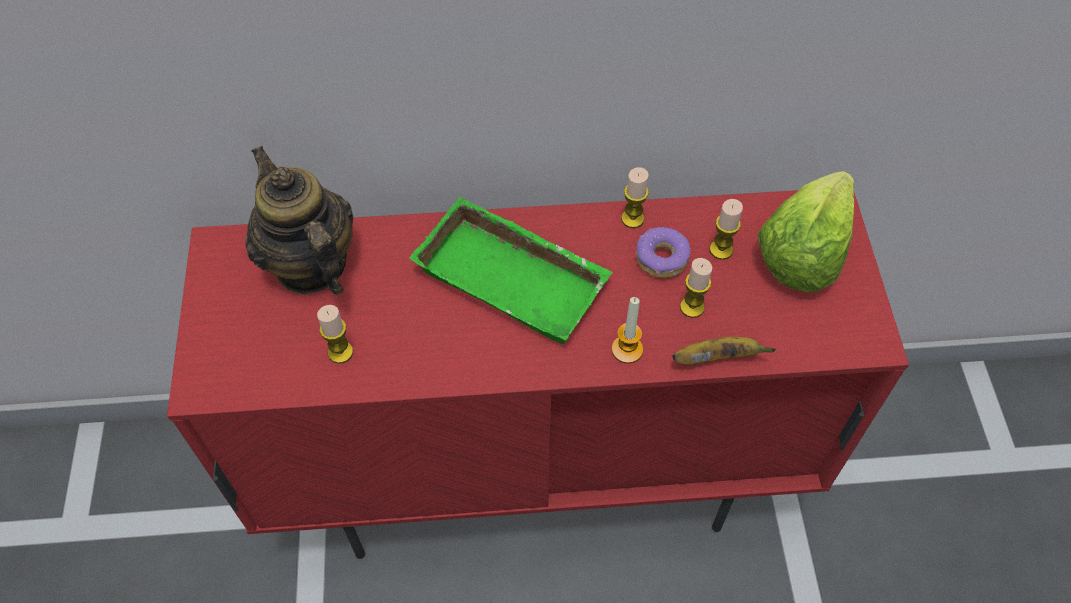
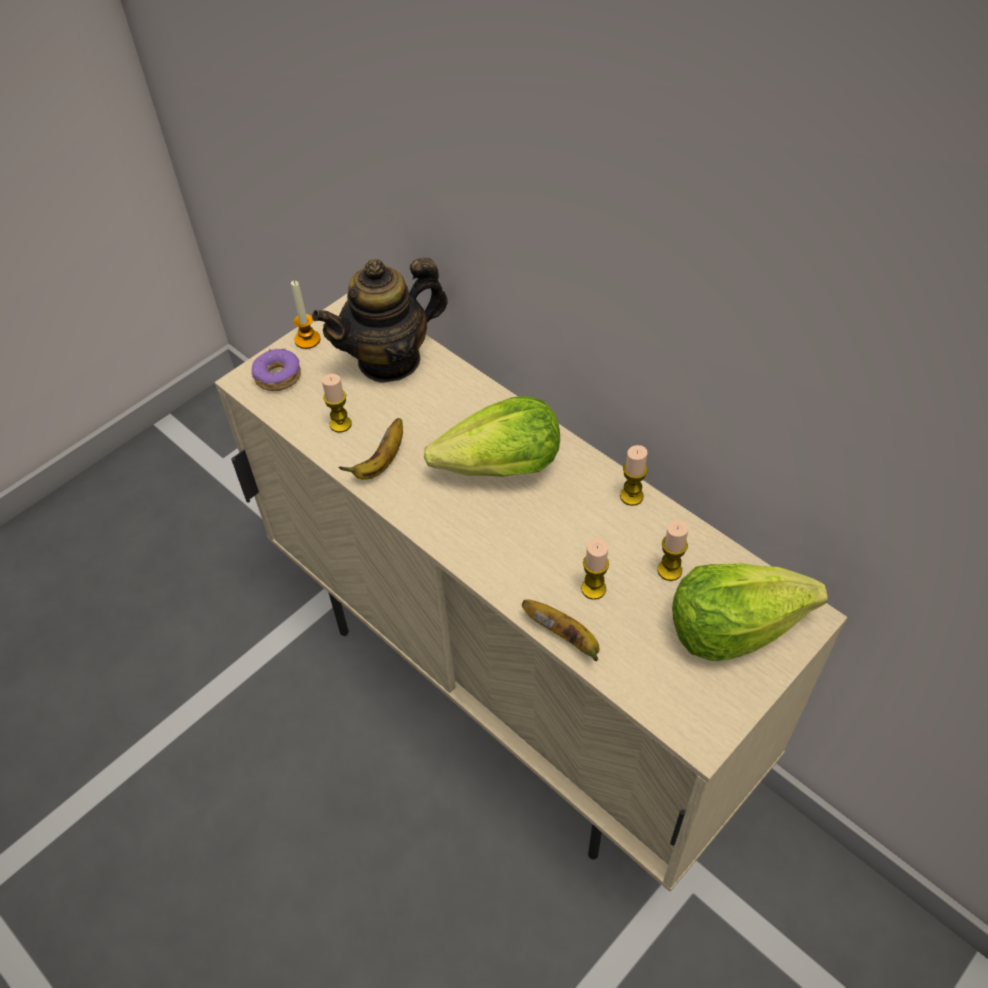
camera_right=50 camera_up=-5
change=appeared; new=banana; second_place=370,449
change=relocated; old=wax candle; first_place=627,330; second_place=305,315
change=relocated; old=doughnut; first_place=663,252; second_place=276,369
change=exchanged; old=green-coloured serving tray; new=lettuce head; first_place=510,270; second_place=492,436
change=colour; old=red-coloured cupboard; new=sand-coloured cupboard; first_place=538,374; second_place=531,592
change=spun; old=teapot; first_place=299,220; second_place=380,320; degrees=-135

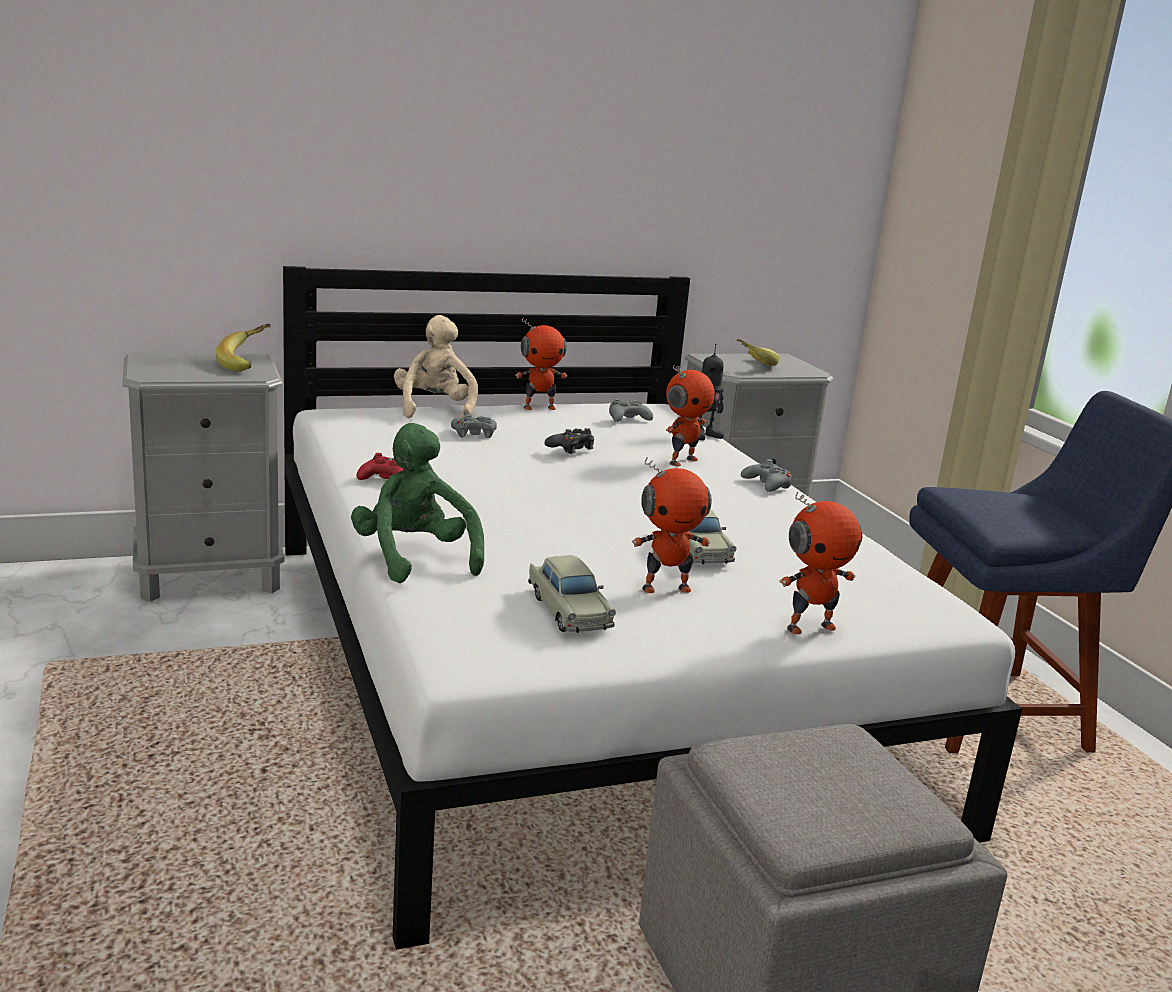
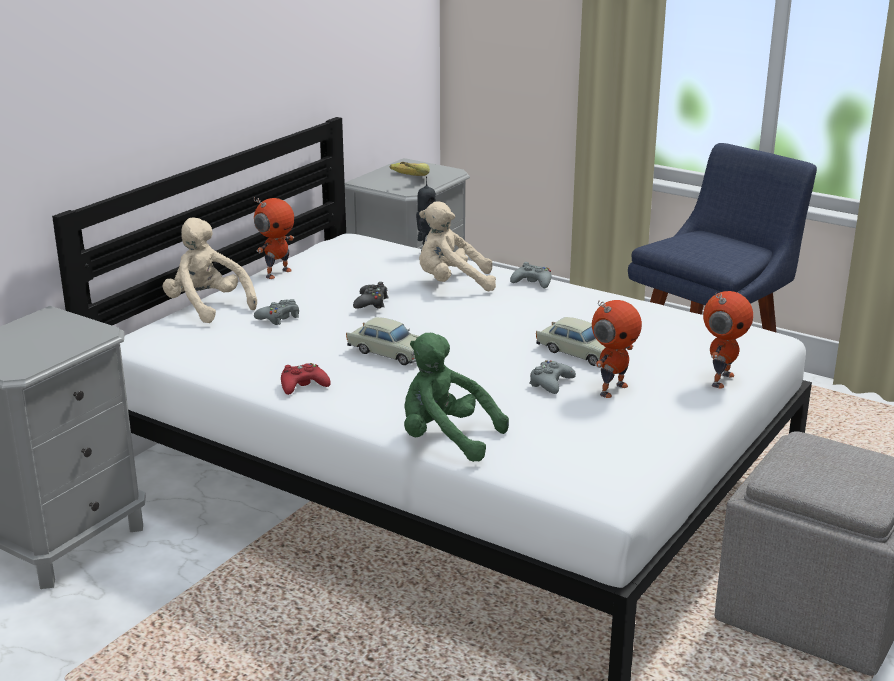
camera_right=-35 camera_up=5
change=missing; old=banana; first_place=243,348
change=relocated; old=sand-coloured model car; first_place=572,594; second_place=382,341
change=relocated; old=gray game controller; first_place=631,410; second_place=552,377
change=exchanged; old=robot figure; new=sand-coloured cuddly toy; first_place=690,415; second_place=457,246

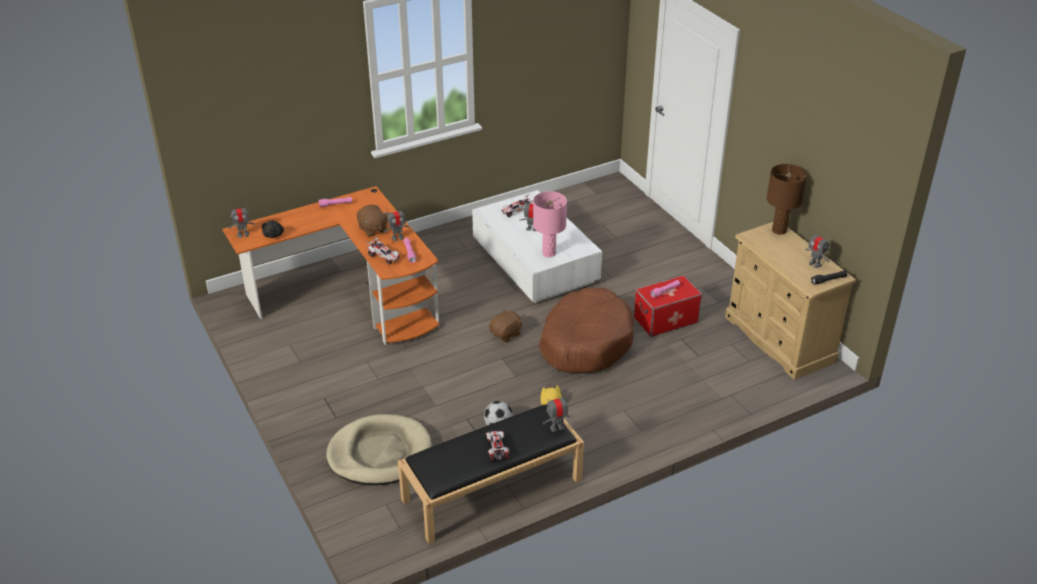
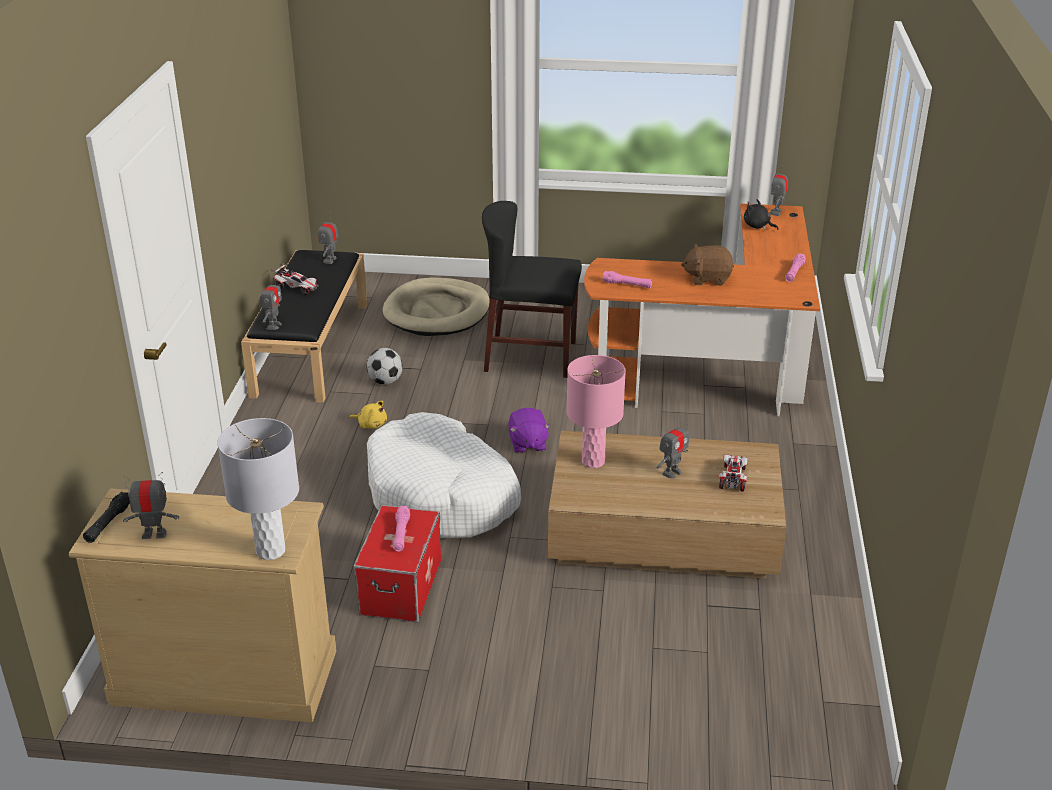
camera_right=125 camera_up=-5
change=missing; old=model car; first_place=383,250
change=appeared; new=blackish chair; second_place=532,289
change=relocated; old=robot figure; first_place=397,225; second_place=328,238
change=colour; old=white low table; new=brown low table; first_place=537,246; second_place=667,505
change=colour; old=brown cuddly toy; new=purple-coloured cuddly toy; first_place=505,326; second_place=529,430
change=colour; old=brown pet bed; new=white pet bed; first_place=586,330; second_place=444,475
change=colour; old=brown lamp for a table; new=gray lamp for a table; first_place=787,199; second_place=258,489

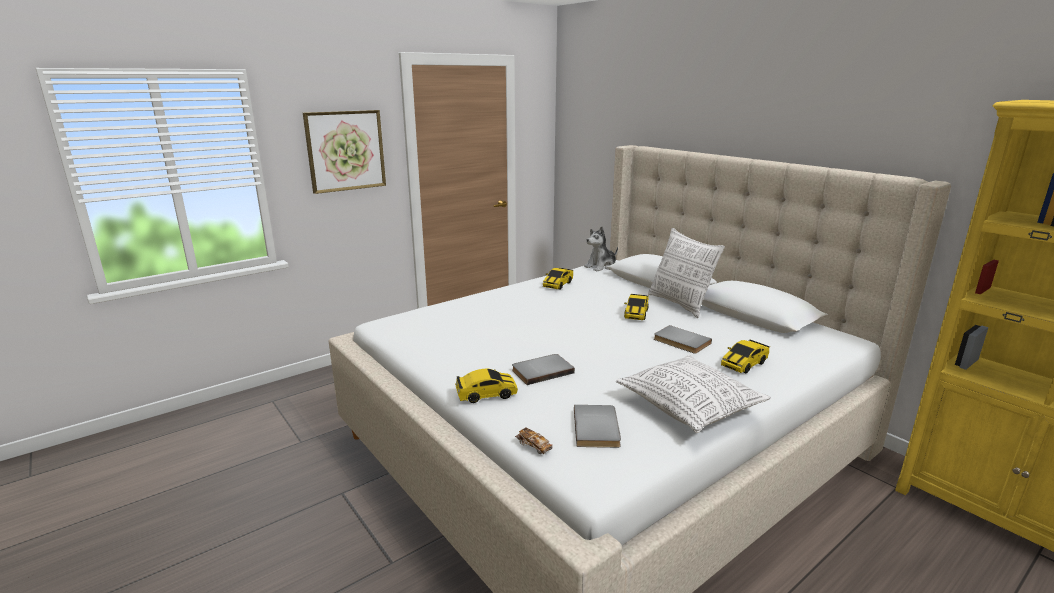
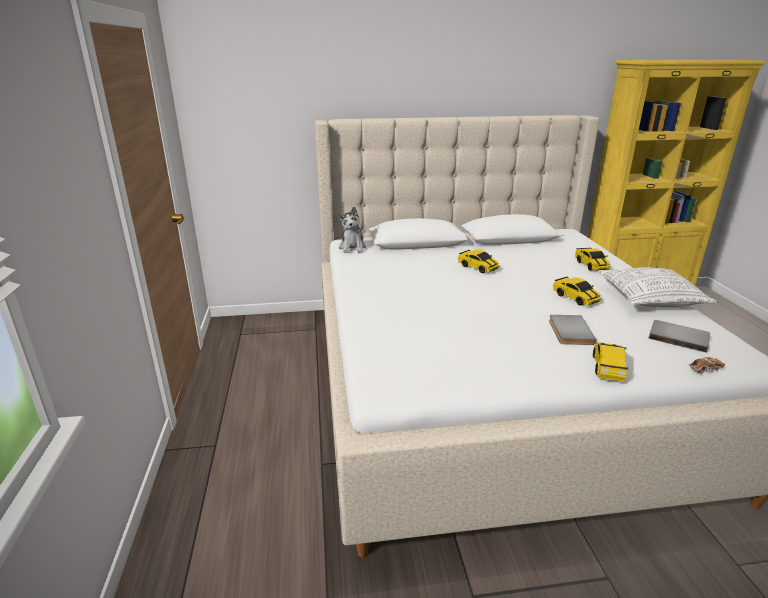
camera_right=-60 camera_up=5
change=missing; old=picture; first_place=344,152
change=missing; old=cushion; first_place=686,273
change=missing; old=gray bound book; first_place=683,339
change=relocated; old=model car; first_place=558,279; second_place=577,291

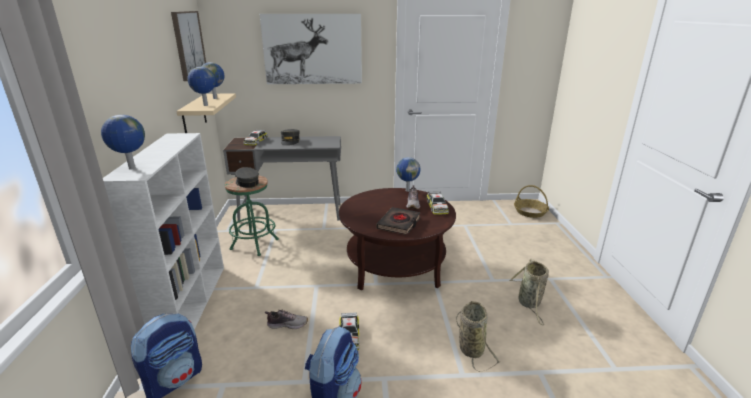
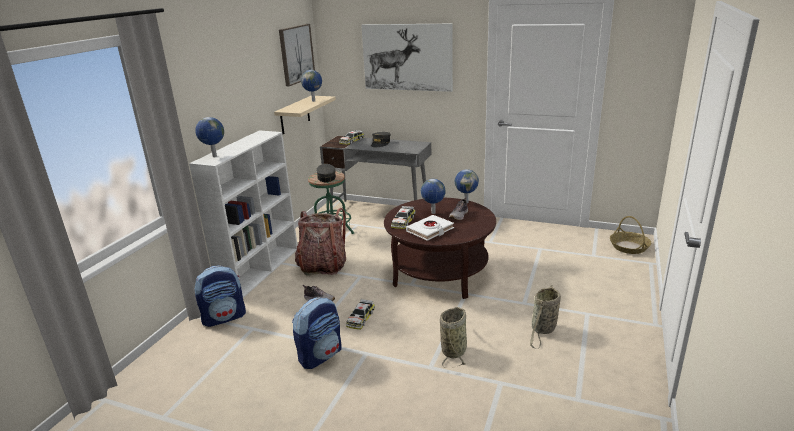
camera_right=25 camera_up=0
change=appeared; new=knapsack; second_place=320,242
change=relocated; old=desk globe; first_place=202,86; second_place=433,196
change=relocated; old=model car; first_place=437,203; second_place=403,217
change=colour; old=blackish bound book; new=white bound book; first_place=398,221; second_place=430,228

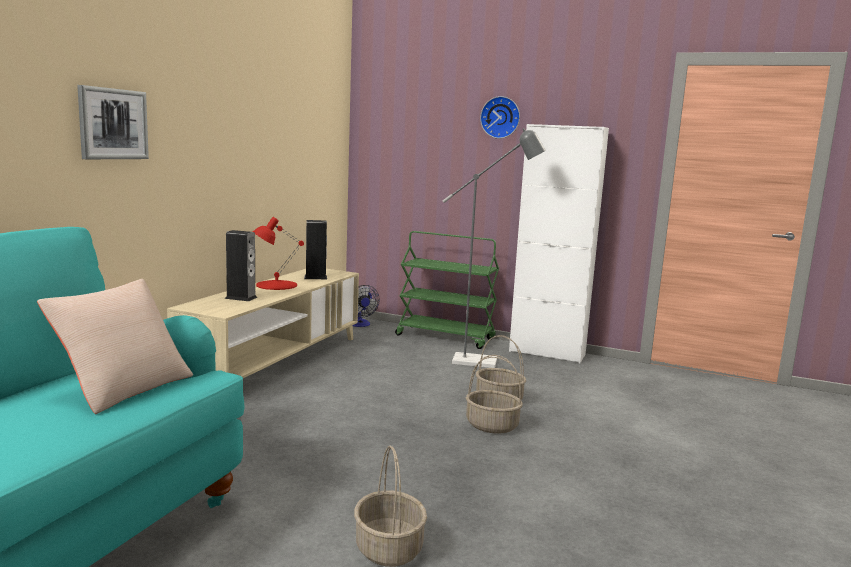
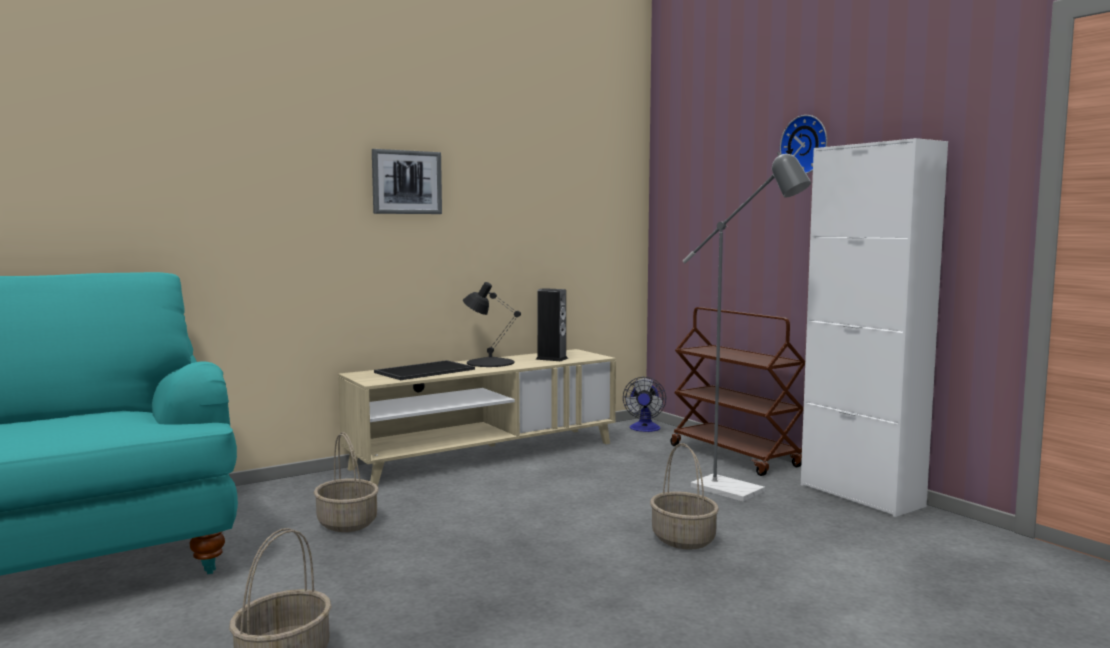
camera_right=35 camera_up=-5
change=missing; old=sand-coloured cushion; first_place=115,346
change=relocated; old=picture; first_place=113,122; second_place=407,181
change=relocated; old=household basket; first_place=494,394; second_place=346,482
change=exchanged; old=loudspeaker; new=serving tray; first_place=241,265; second_place=424,370
change=colour; old=red-coloured lamp for a table; new=blackish lamp for a table; first_place=278,253; second_place=492,324
change=colour; old=green-coloured wheeled cart; new=brown wheeled cart; first_place=447,290; second_place=737,391

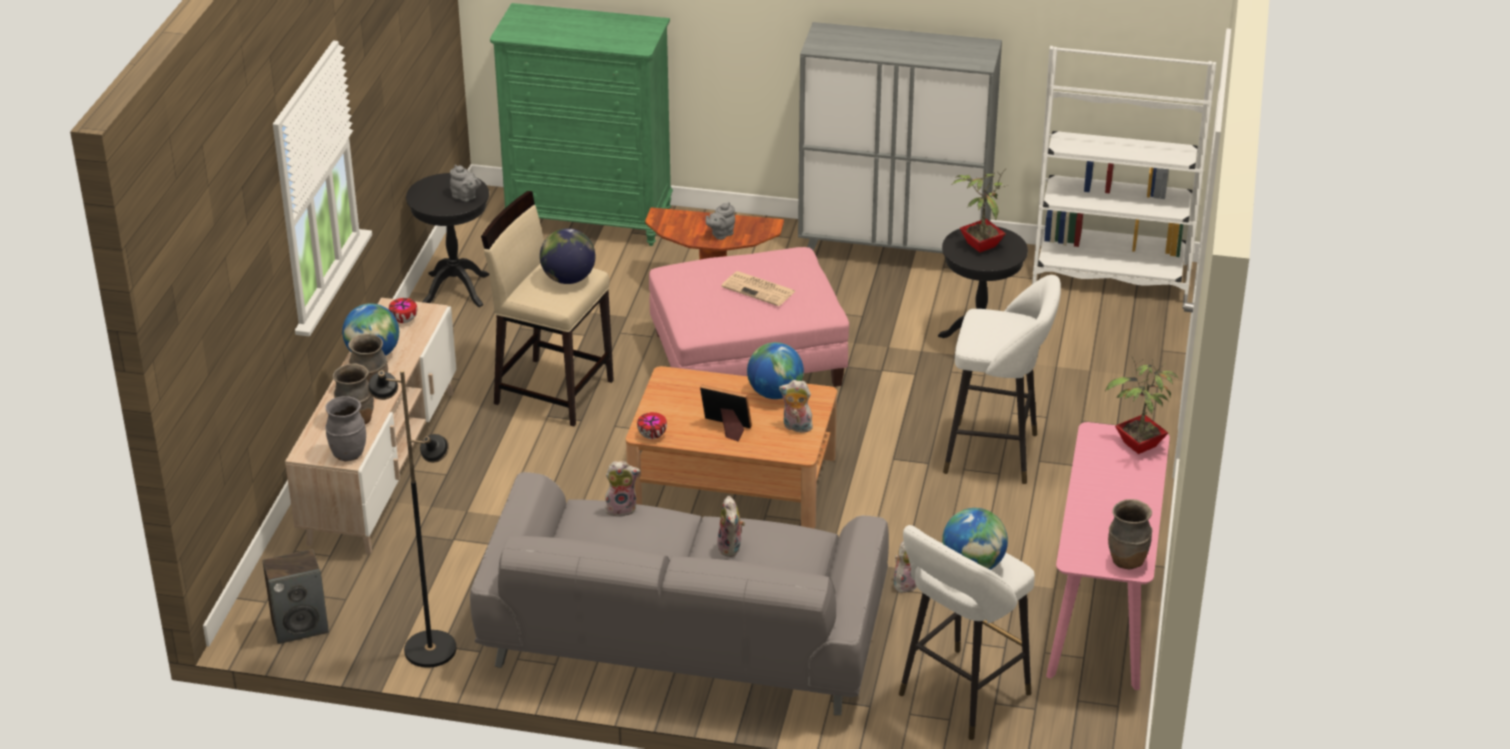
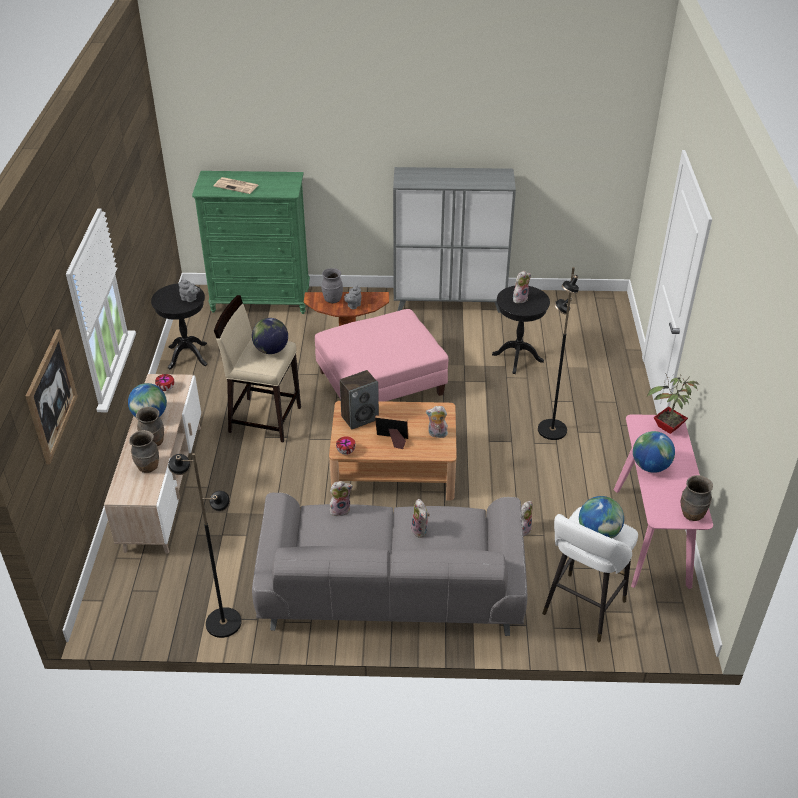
camera_right=-10 camera_up=5
change=missing; old=white bookcase; first_place=1124,173
change=appeared; new=picture; second_place=51,396
change=relocated; old=loudspeaker; first_place=296,596; second_place=359,400
change=relocated; old=gray flower vase; first_place=345,428; second_place=332,286
change=relocated; old=newspaper; first_place=758,288; second_place=236,185
change=relocated; old=desk globe; first_place=775,370; second_place=654,452
change=exchanged; old=white stool seat; new=blackish standing lamp; first_place=1002,379; second_place=558,353
change=exchanged; old=houseplant; new=cuddly toy; first_place=980,210; second_place=522,287

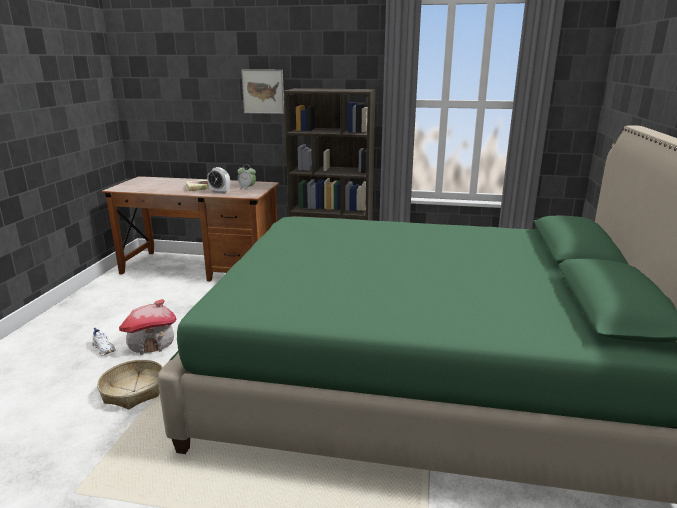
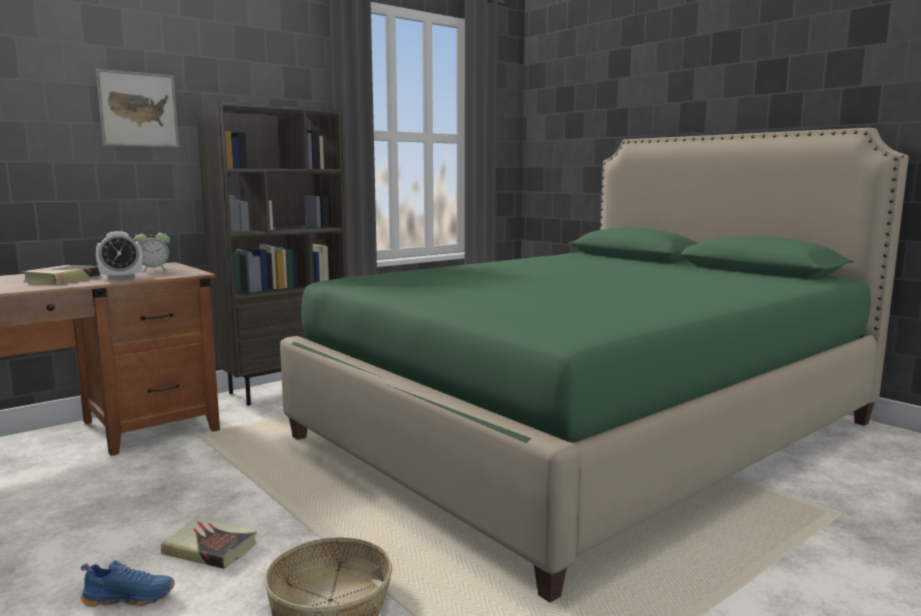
camera_right=-50 camera_up=-10
change=exchanged; old=miniature house; new=bound book; first_place=148,327; second_place=209,543
change=colour; old=white item of footwear; new=blue item of footwear; first_place=104,341; second_place=128,583

